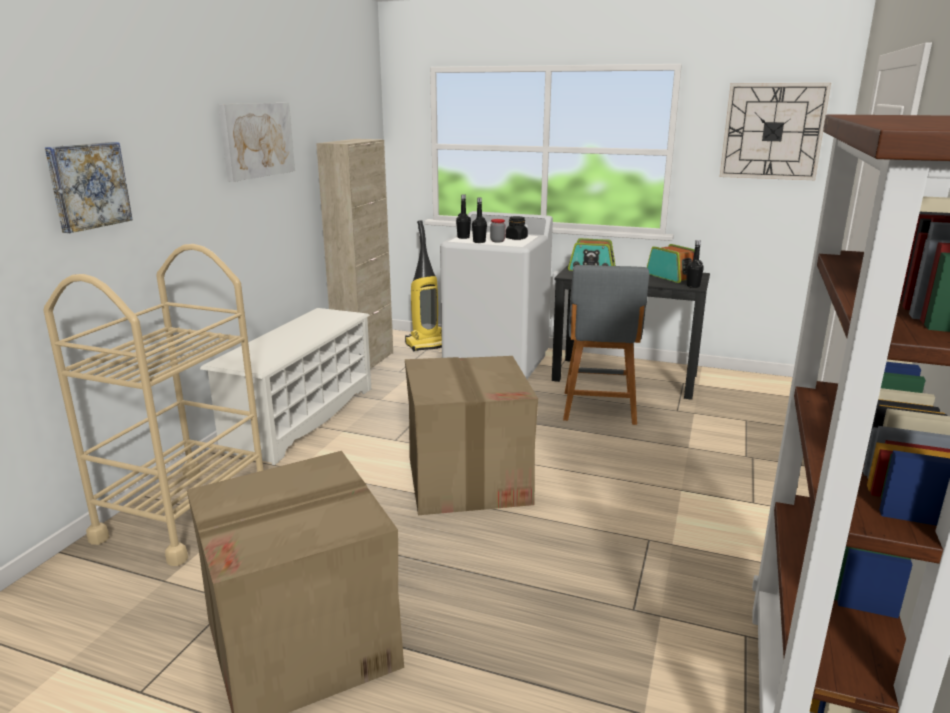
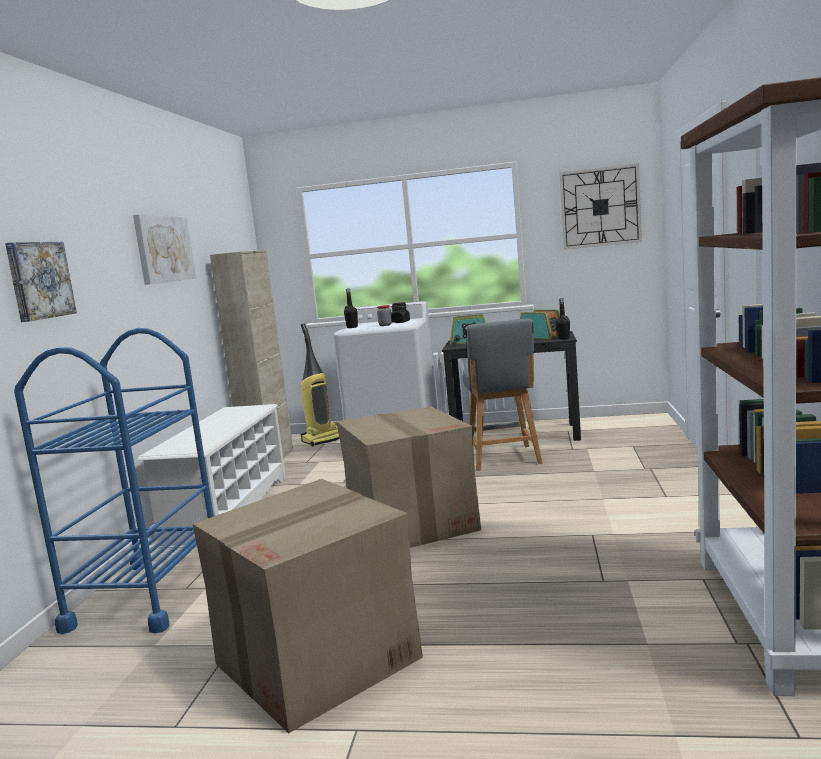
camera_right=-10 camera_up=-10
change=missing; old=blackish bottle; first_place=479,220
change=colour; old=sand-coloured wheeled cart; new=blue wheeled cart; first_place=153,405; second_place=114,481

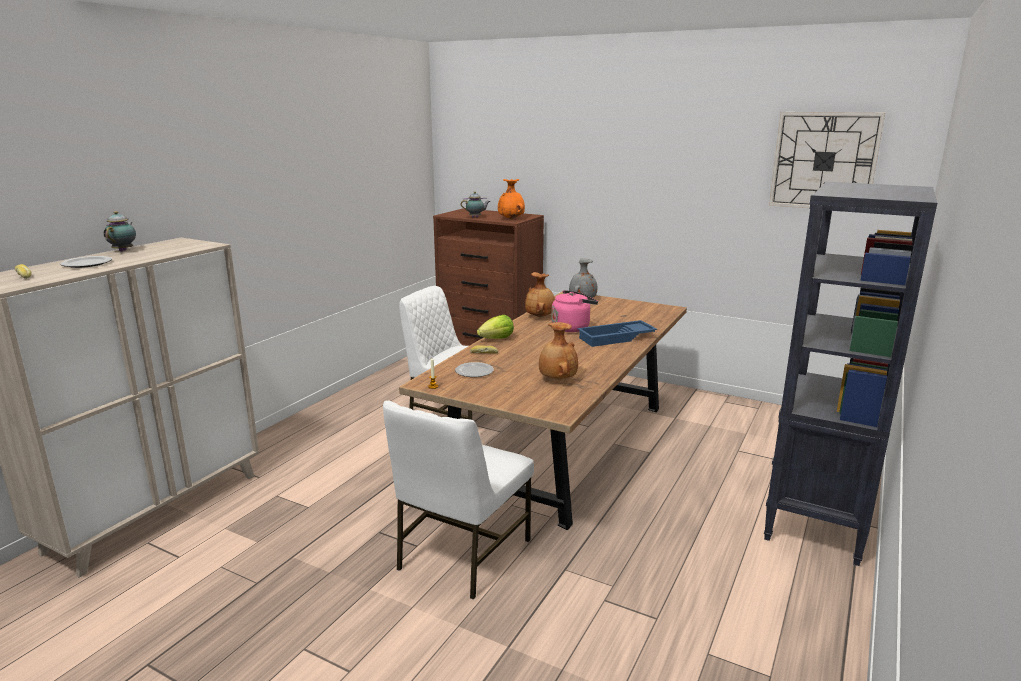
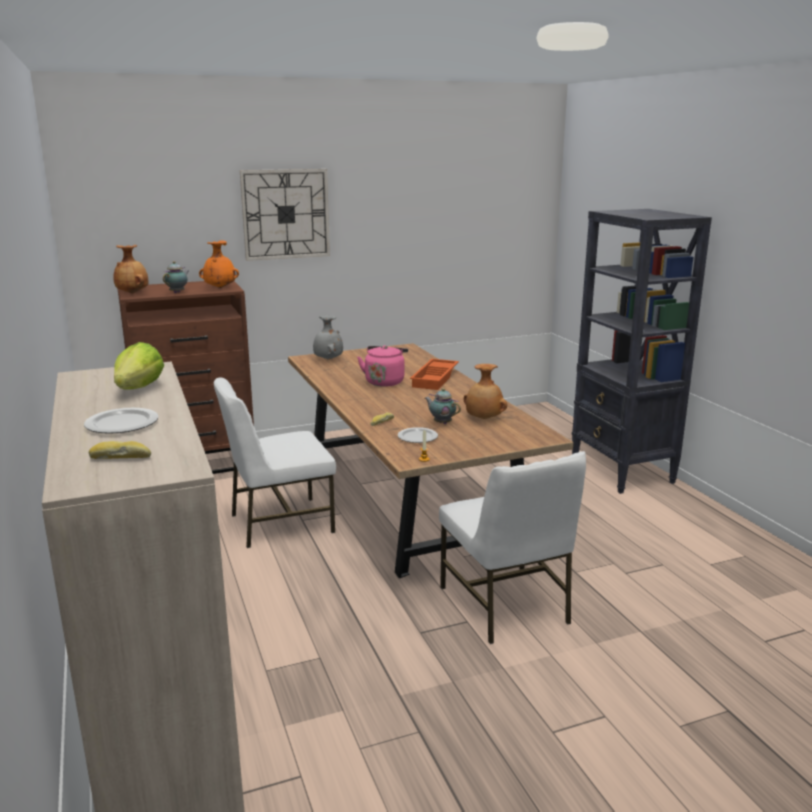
camera_right=-50 camera_up=0
change=relocated; old=teapot; first_place=120,231; second_place=443,406
change=relocated; old=lettuce head; first_place=495,327; second_place=139,366
change=relocated; old=brown flower vase; first_place=540,294; second_place=131,269
change=relocated; old=hanging clock; first_place=827,160; second_place=285,215
change=colour; old=blue serving tray; new=orange serving tray; first_place=617,333; second_place=434,374

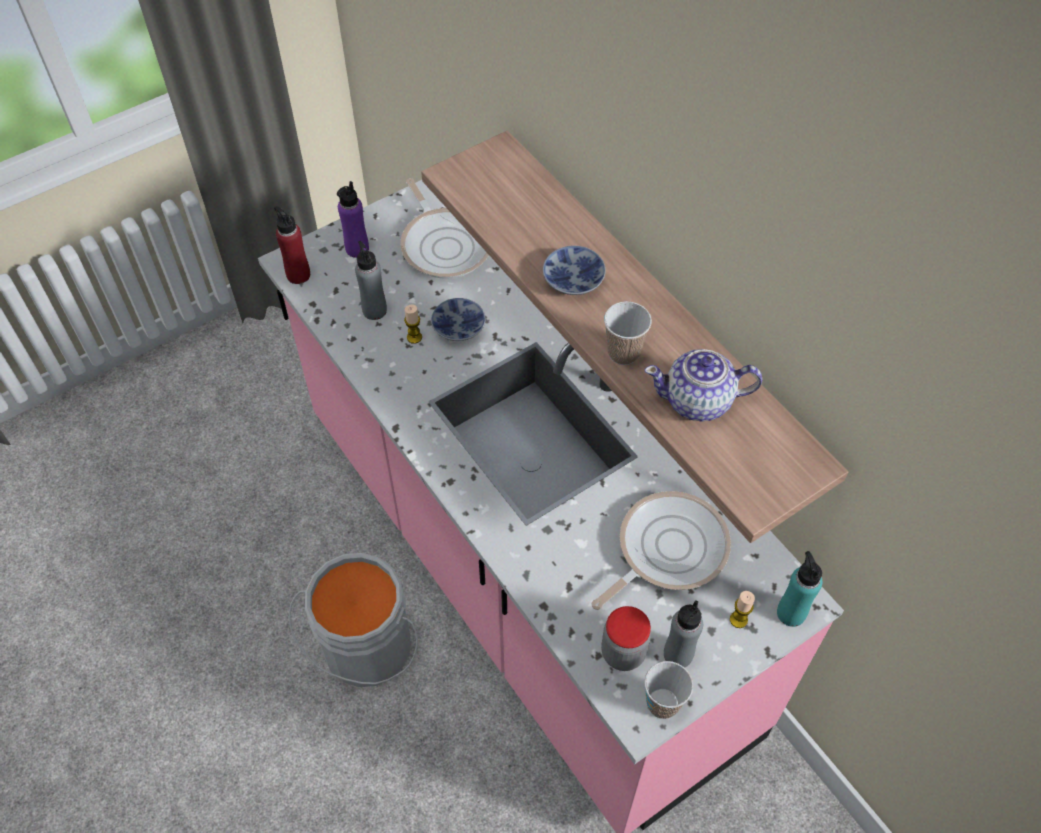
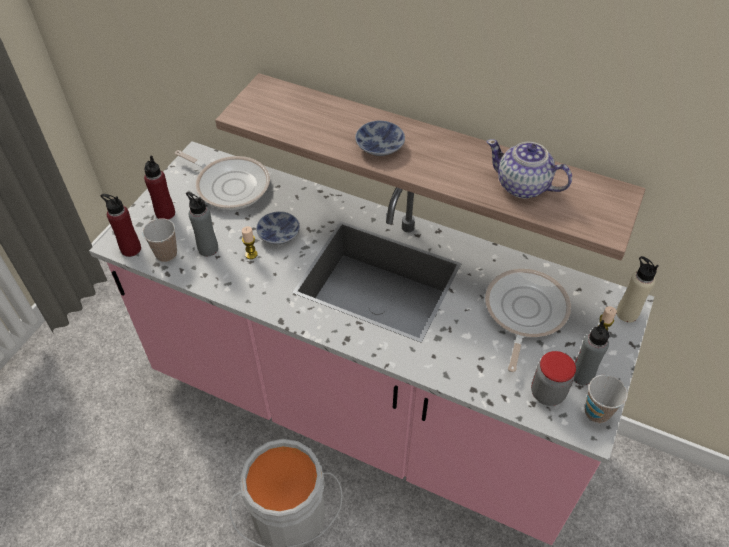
camera_right=-30 camera_up=-5
change=relocated; old=small cup; first_place=628,333; second_place=159,240
change=colour; old=purple-coloured bottle; new=red-coloured bottle; first_place=353,219; second_place=159,188
change=colour; old=turquoise bottle; new=sand-coloured bottle; first_place=799,589; second_place=637,289
change=spun; old=teapot; first_place=704,385; second_place=529,169; degrees=60

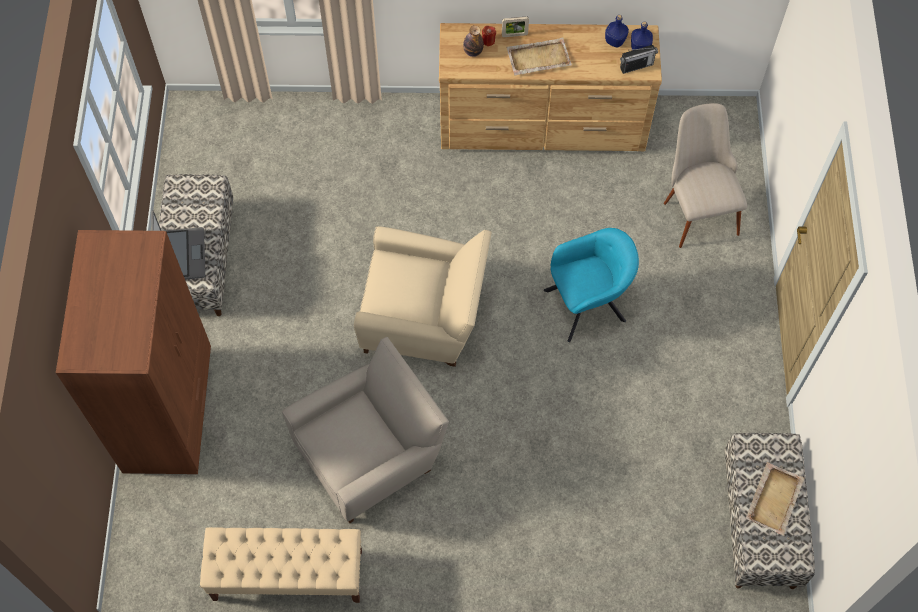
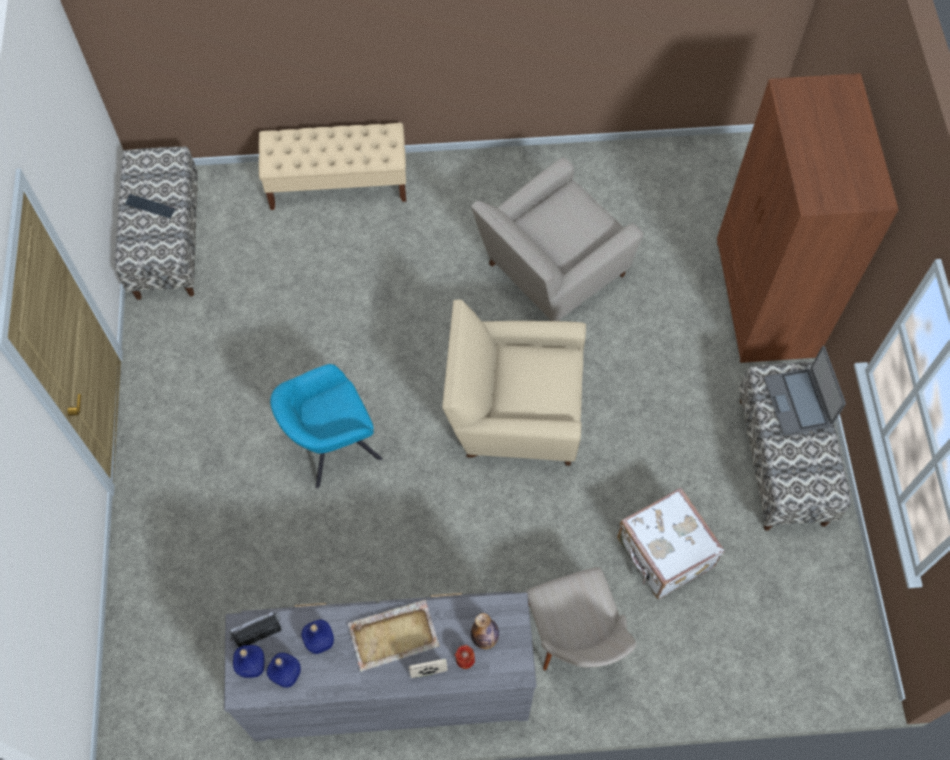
camera_right=175 camera_up=0
change=appeared; new=blue bottle; second_place=317,637
change=appeared; new=white piece of luggage; second_place=670,543
change=relocated; old=sand-coloured long seat; first_place=281,565; second_place=332,166
change=relocated; old=sand-coloured chair; first_place=705,175; second_place=581,618
change=exchanged; old=sand-coloured serving tray; new=computer keyboard; first_place=775,499; second_place=150,206
change=colour; old=brown chest of drawers; new=gray chest of drawers; first_place=550,87; second_place=380,666

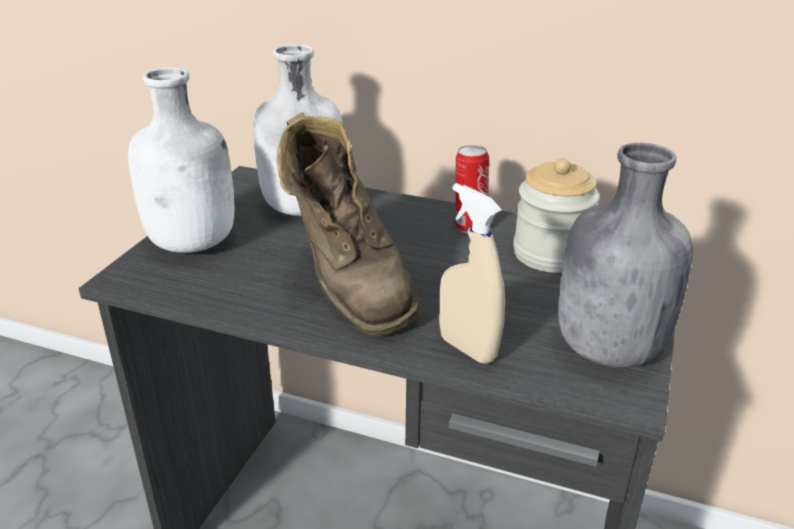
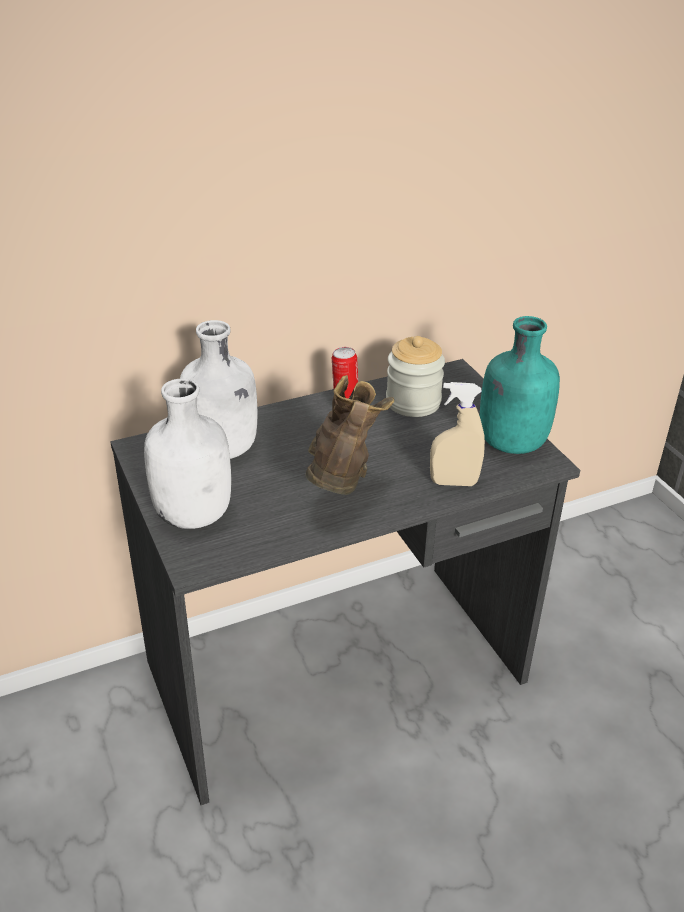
camera_right=-45 camera_up=5
change=colour; old=gray bottle; new=turquoise bottle; first_place=625,255; second_place=520,385
change=spun; old=brown tall boot; first_place=349,225; second_place=350,435; degrees=-105

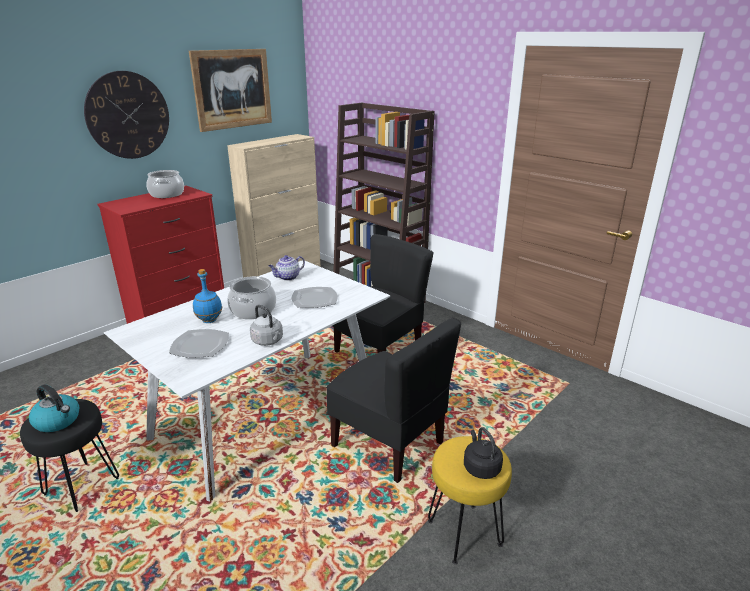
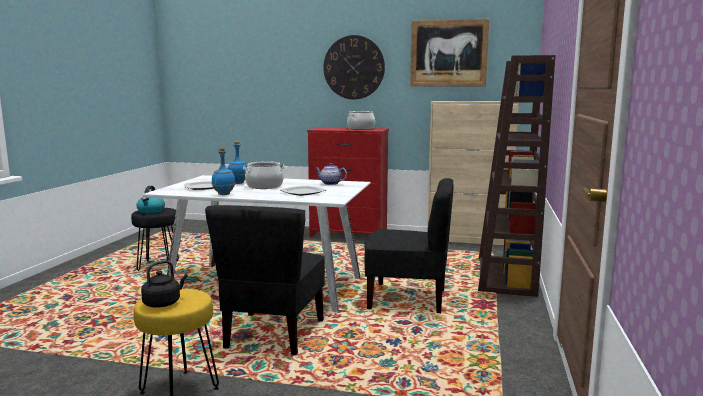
camera_right=60 camera_up=-15
change=exchanged; old=gray kettle; new=blue bottle; first_place=266,325; second_place=224,171

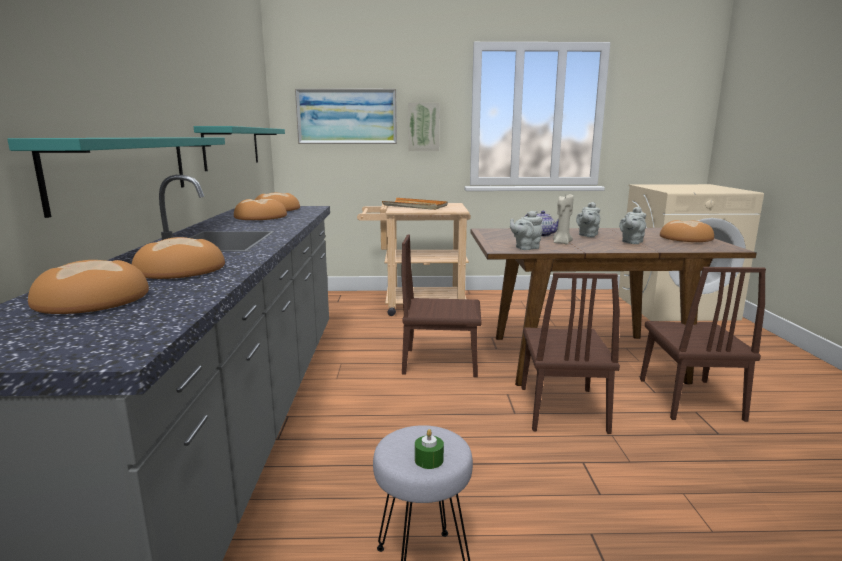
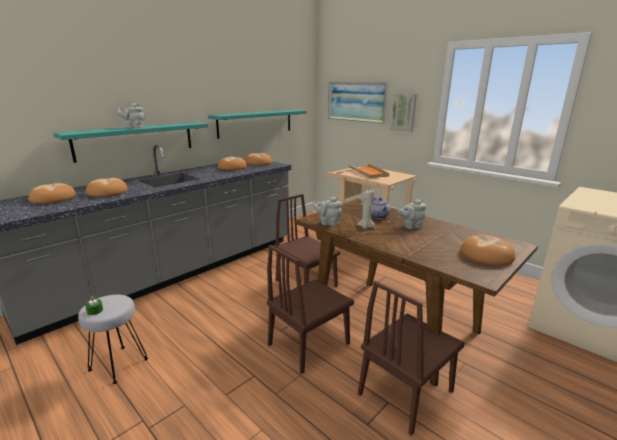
camera_right=45 camera_up=5
change=relocated; old=gray teapot; first_place=632,225; second_place=131,115

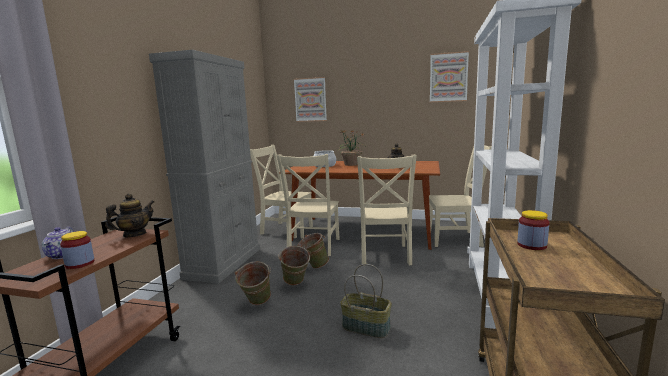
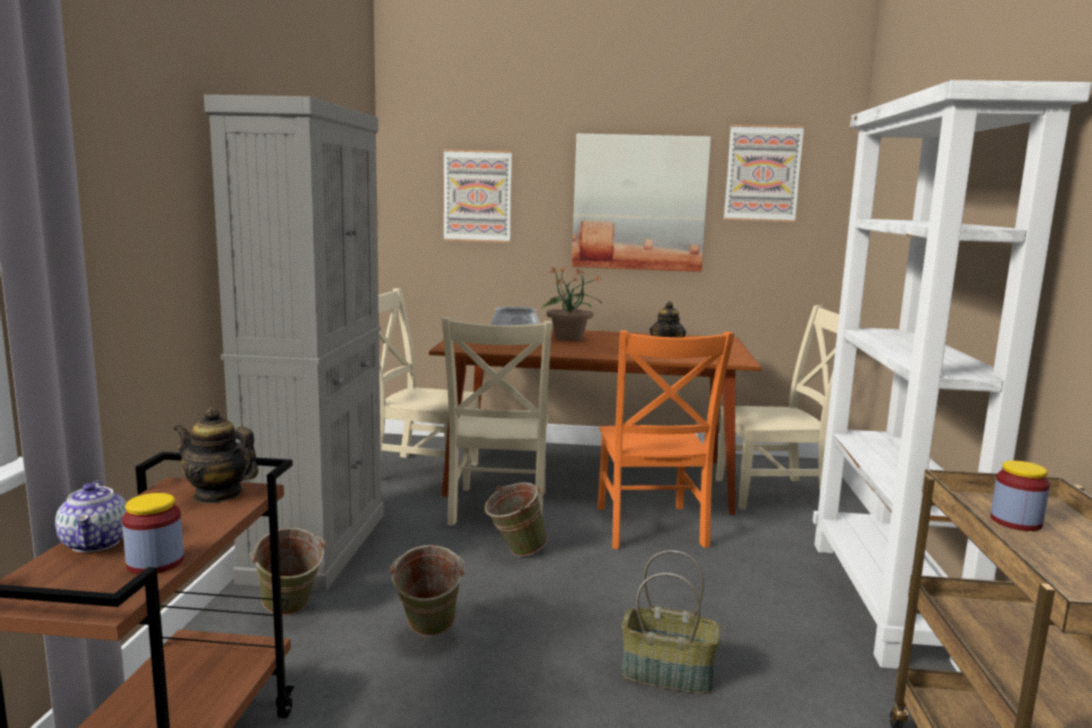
camera_right=-10 camera_up=0
change=appeared; new=picture; second_place=641,203
change=relocated; old=green-coloured bucket; first_place=294,265; second_place=288,572
change=colour; old=sand-coloured chair; new=orange chair; first_place=387,210; second_place=666,439
change=spun; old=teapot; first_place=129,215; second_place=216,455; degrees=-105

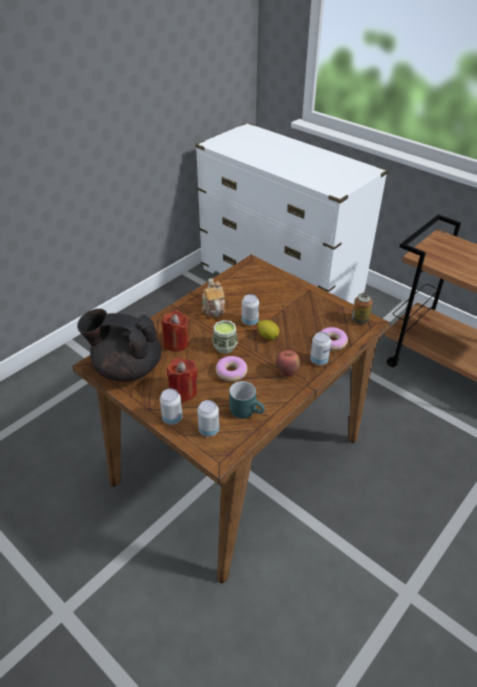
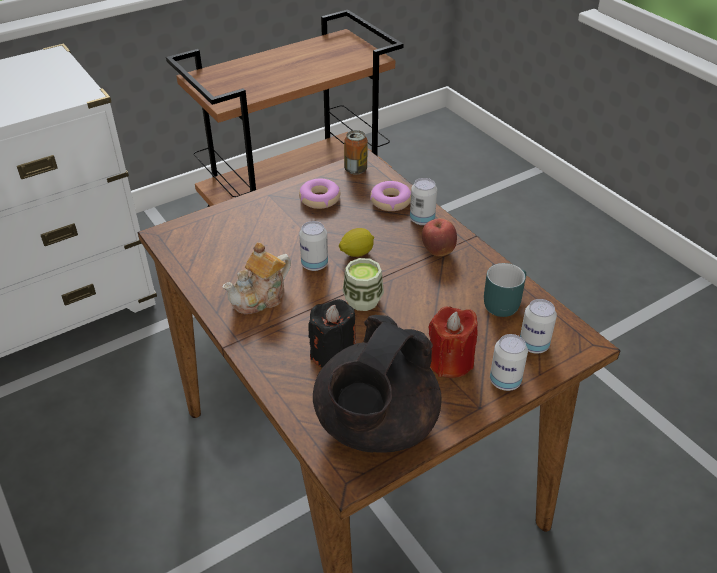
camera_right=-75 camera_up=0
change=relocated; old=doughnut; first_place=232,369; second_place=319,194
change=colour; old=red-coloured wax candle; new=blackish wax candle; first_place=175,331; second_place=332,333
change=spun; old=teapot; first_place=213,297; second_place=256,278; degrees=-45

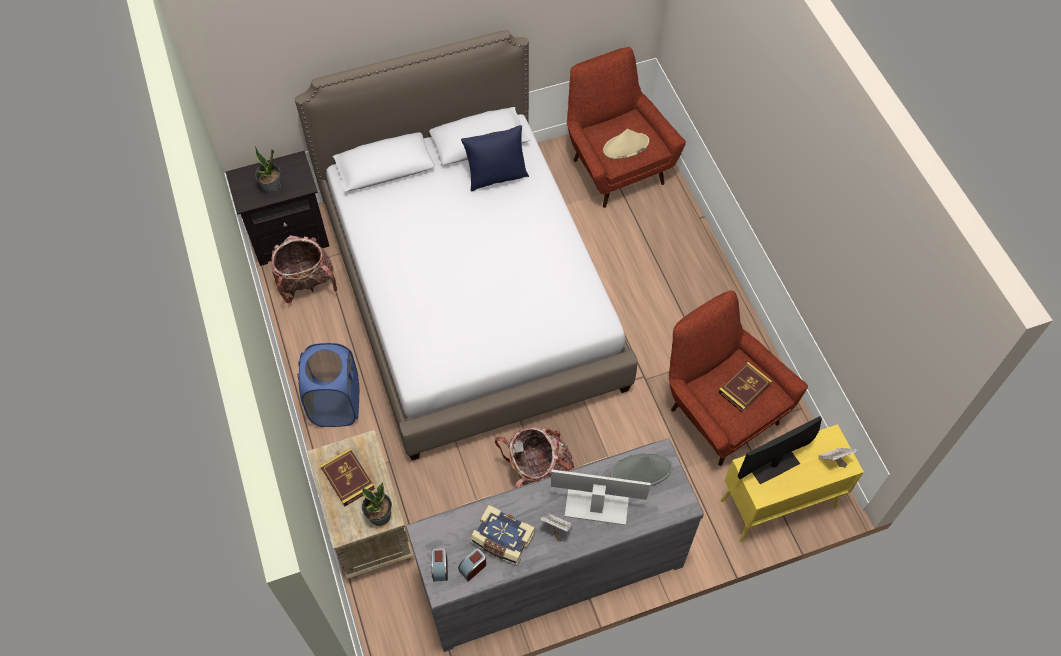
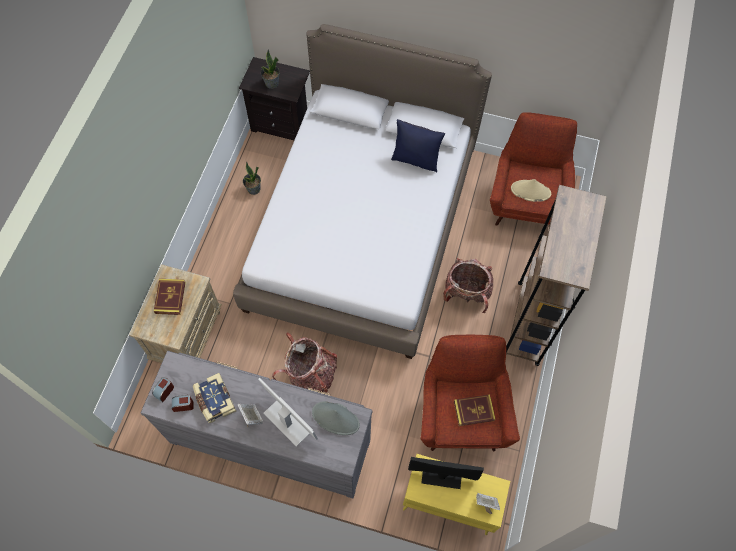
camera_right=35 camera_up=5
change=missing; old=blue laundry basket; first_place=328,385
change=appeared; new=brown bookcase; second_place=556,275
change=relocated; old=knapsack; first_place=304,269; second_place=468,285
change=relocated; old=houseplant; first_place=376,504; second_place=252,178

